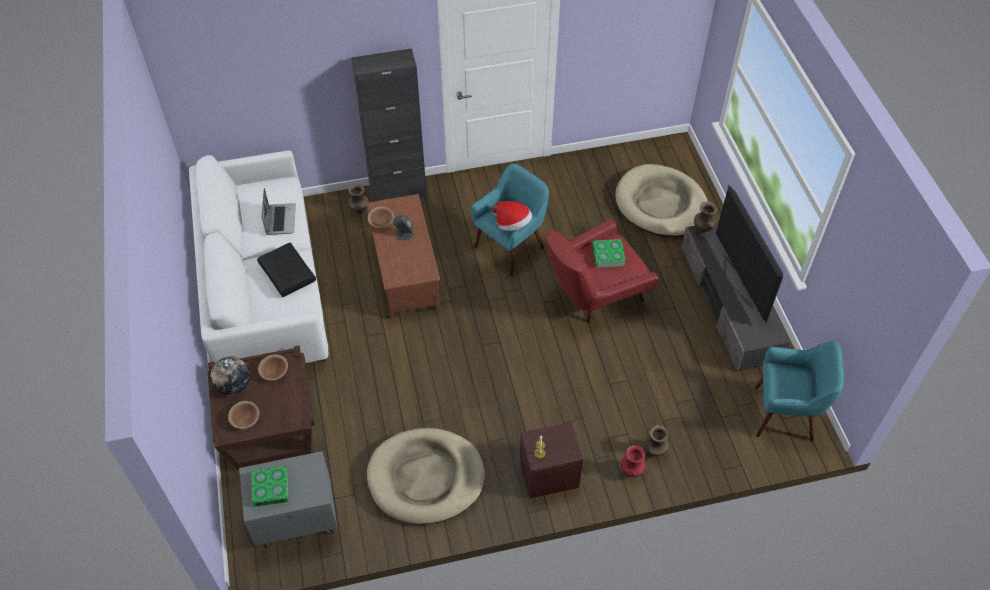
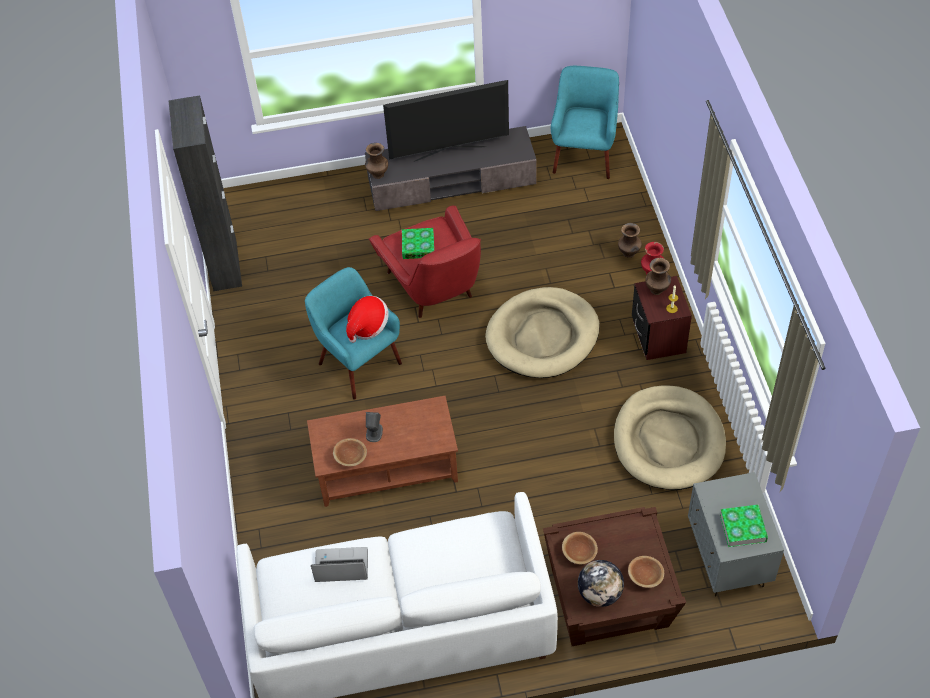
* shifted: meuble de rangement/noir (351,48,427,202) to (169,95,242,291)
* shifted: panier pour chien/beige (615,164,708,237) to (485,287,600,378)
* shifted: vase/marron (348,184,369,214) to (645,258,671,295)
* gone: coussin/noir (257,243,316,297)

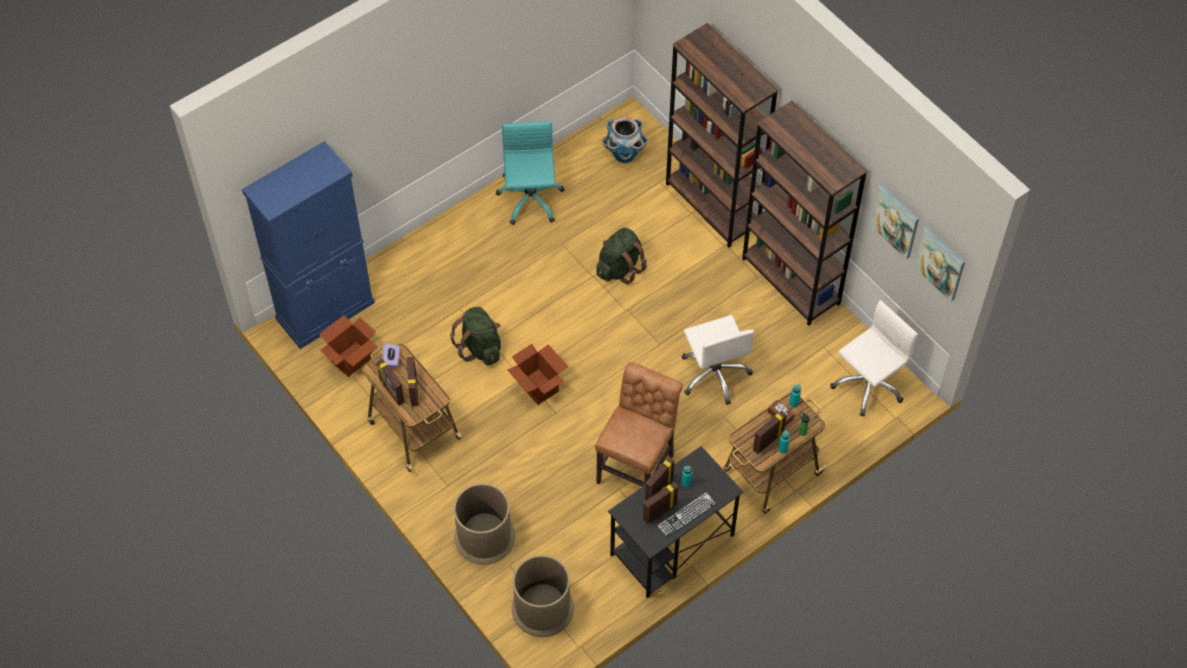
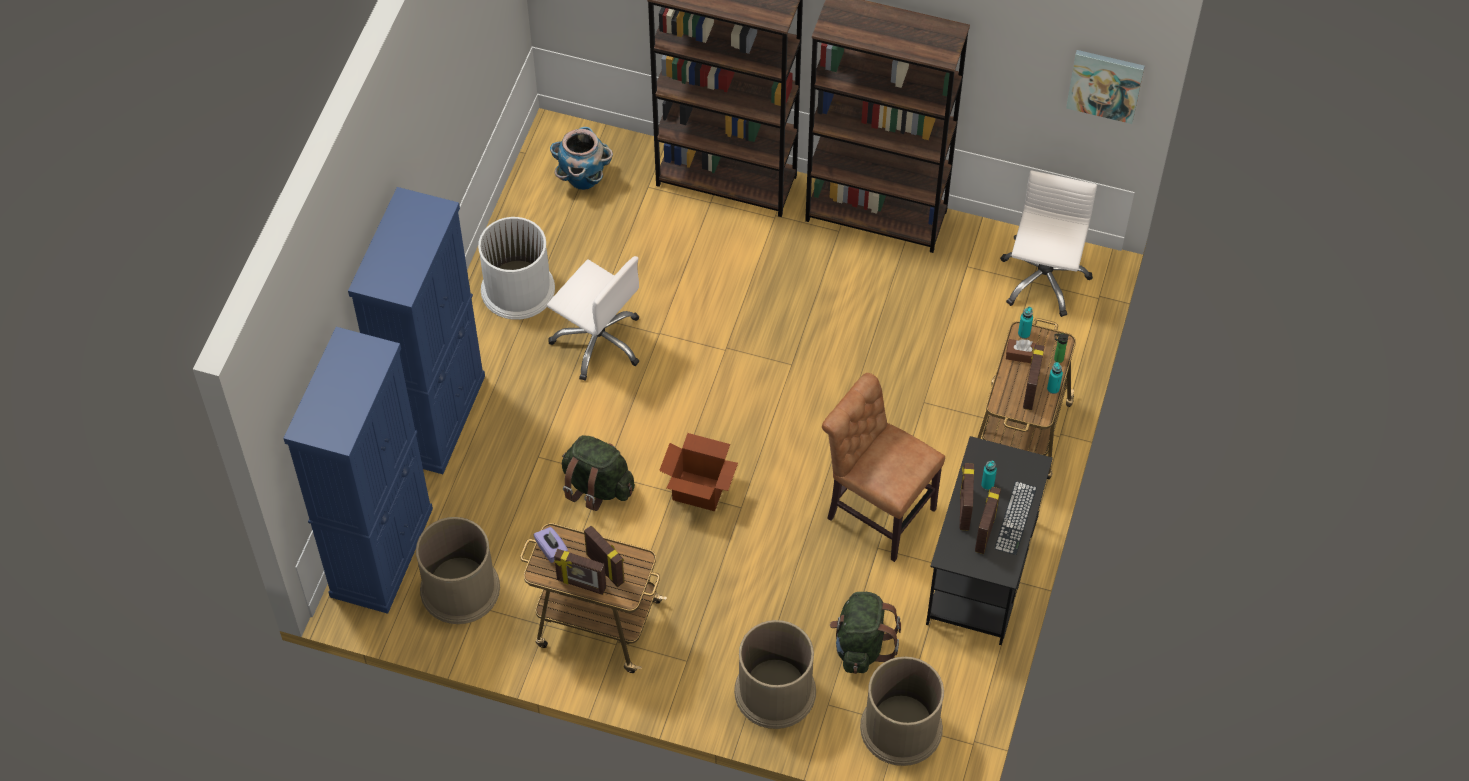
* new: meuble de rangement/bleu (348,187,485,474)
* swapped: carton (319,315,378,377) to poubelle/marron (416,517,500,624)
* swapped: chaise de bureau/turquoise (496,121,565,225) to poubelle/blanc (478,217,555,320)
* shifted: chaise de bureau/blanc (682,315,754,405) to (547,256,640,381)
* rotated: chaise/marron (595,362,683,487) = (822,373,945,562) 45 degrees counterclockwise
* shifted: sac à dos/vert (596,227,647,285) to (830,592,901,674)
* gone: tableau (871,184,919,259)

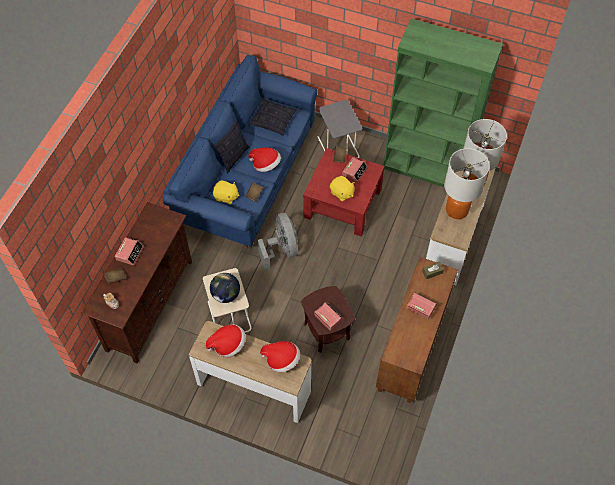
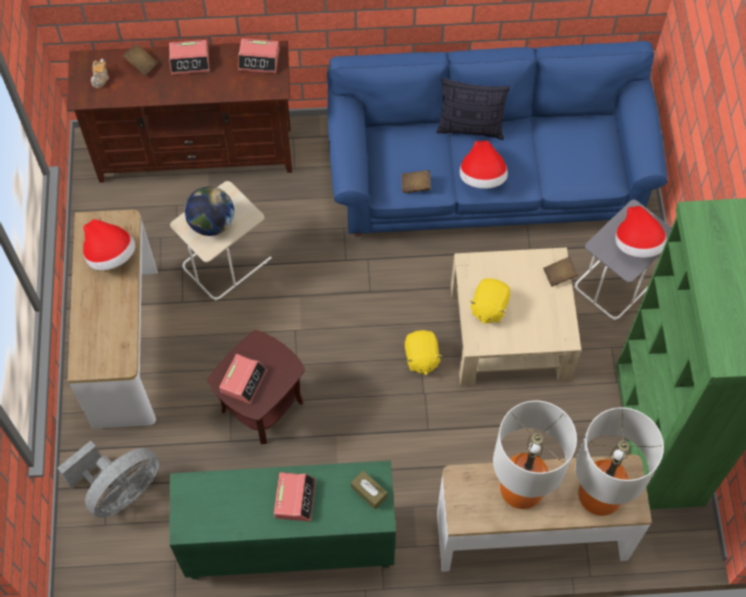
* shifted: ventilateur/gris (258,213,298,271) to (58,441,160,518)
* repainted: meuble de rangement/marron (376,257,458,403) to meuble de rangement/vert (169,461,396,579)
* shifted: réveil (343,157,368,182) to (238,38,280,73)
* shifted: peluche/jaune (213,180,239,204) to (405,330,442,375)
* repainted: table basse/rouge (303,148,384,236) to table basse/beige (451,247,581,386)
* shifted: chapeau (260,341,300,372) to (615,206,667,258)
* gone: coussin (248,98,297,136)

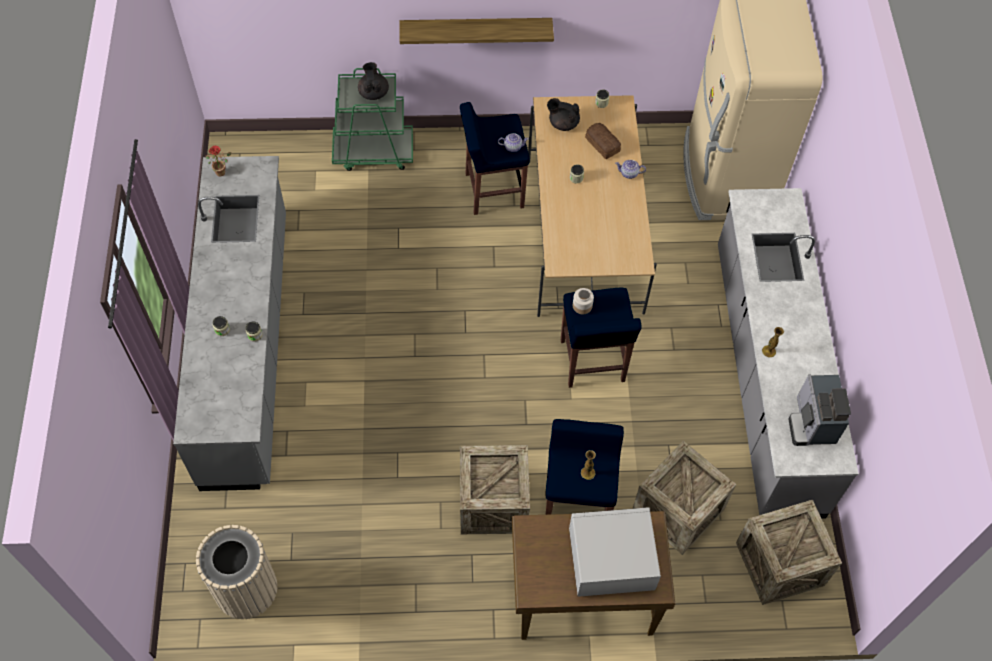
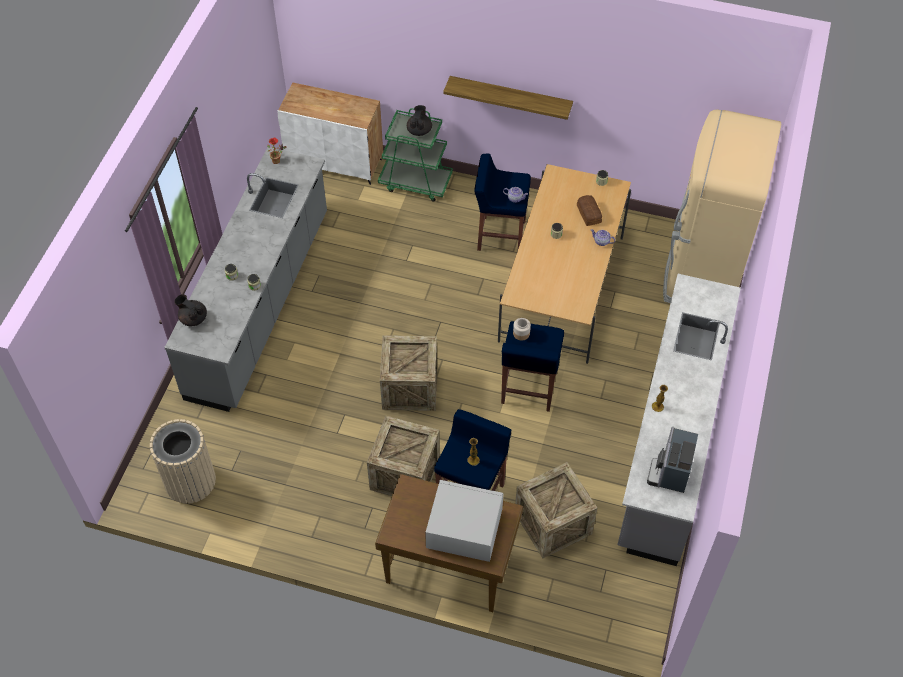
* shifted: théière/noir (547,98,580,131) to (174,294,207,326)
* new: meuble de rangement/blanc (277,82,383,185)
* shifted: caisse (736,500,842,605) to (380,335,437,411)

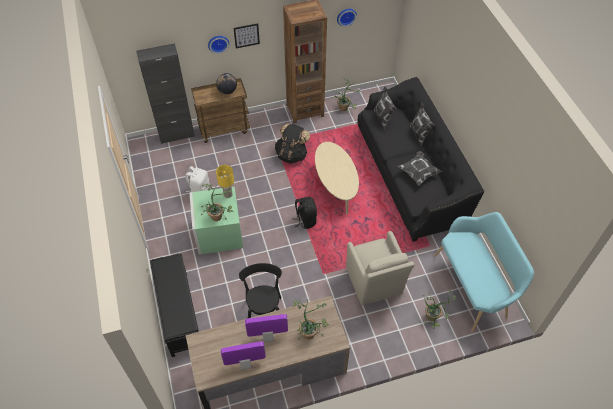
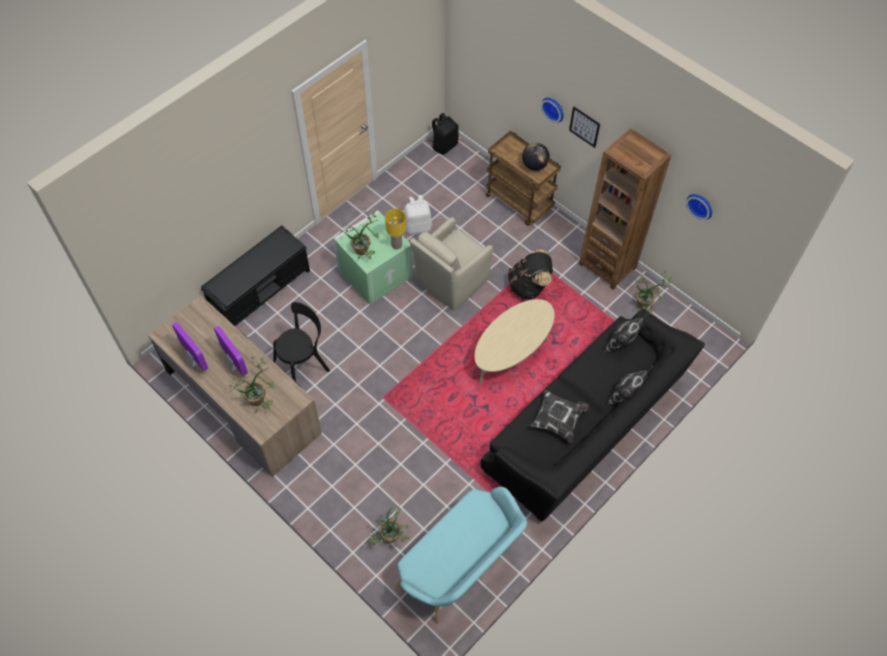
* shifted: fauteuil/beige (346,231,414,305) to (410,217,493,311)
* shifted: sac à dos/noir (292,197,317,229) to (429,113,459,154)
* gone: meuble de rangement/noir (136,43,195,144)

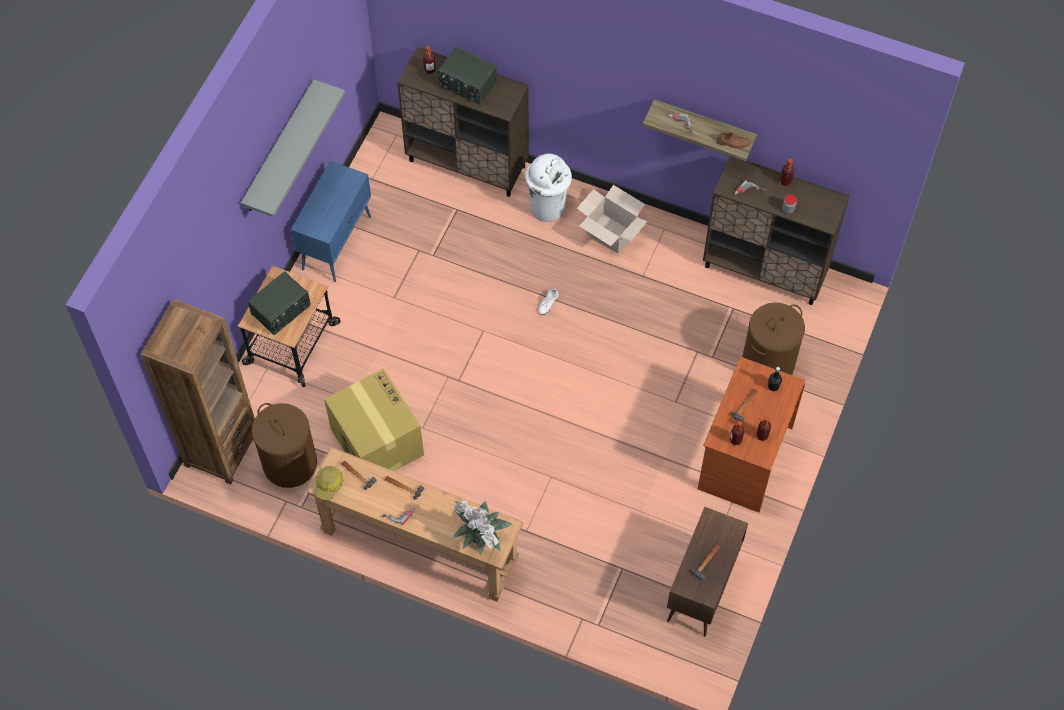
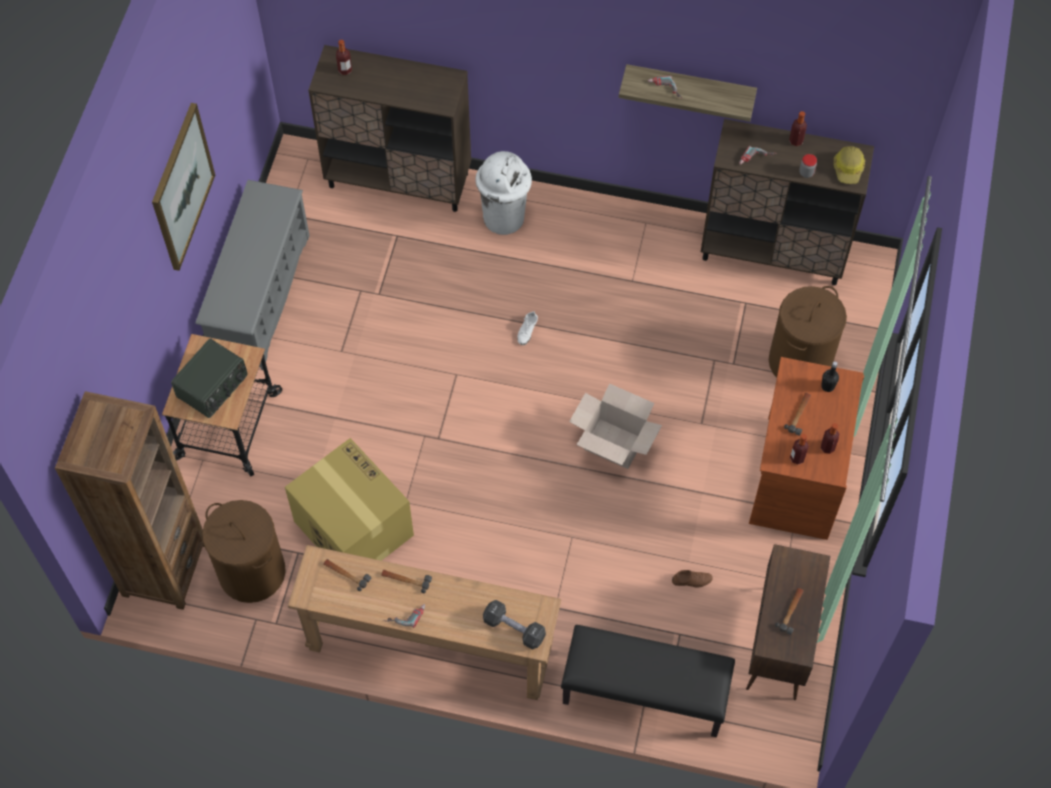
* swapped: étagère/gris (241,79,345,217) to tableau (152,103,215,271)
* swapped: meuble de rangement/bleu (291,161,371,282) to étagère à chaussures/gris (195,180,310,370)
* swapped: plante en pot (453,500,513,556) to haltère/noir (483,600,546,650)
* new: banc/noir (561,625,735,737)
* shifted: carton (577,185,648,254) to (569,383,662,469)
* shifted: chaussure/marron (716,132,750,149) to (672,570,713,588)
* shifted: casque de chantier (315,466,344,500) to (834,146,865,184)
* gone: radio (438,47,497,105)

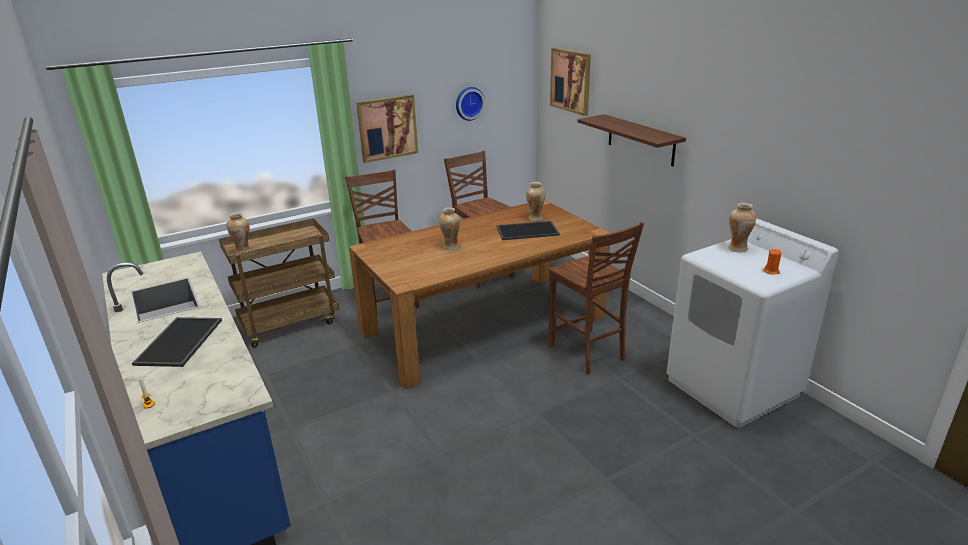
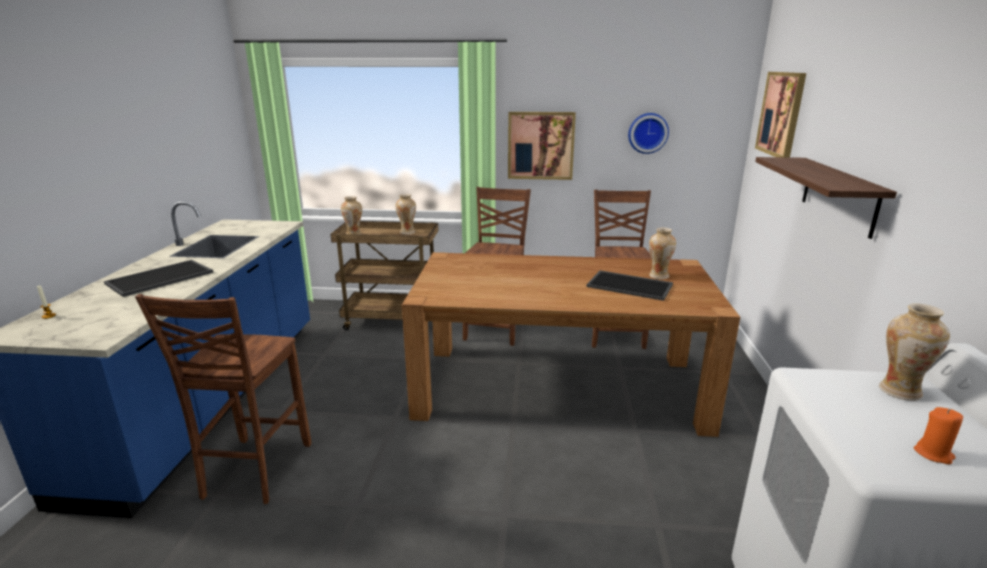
* shifted: chaise/marron (548,222,644,374) to (135,294,311,504)
* shifted: vase (439,207,460,250) to (395,194,416,235)

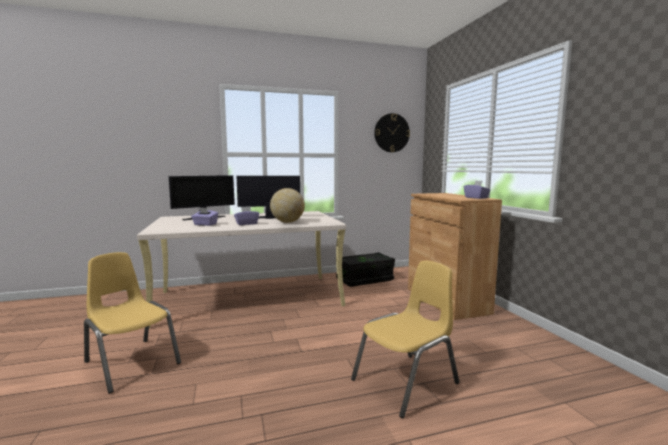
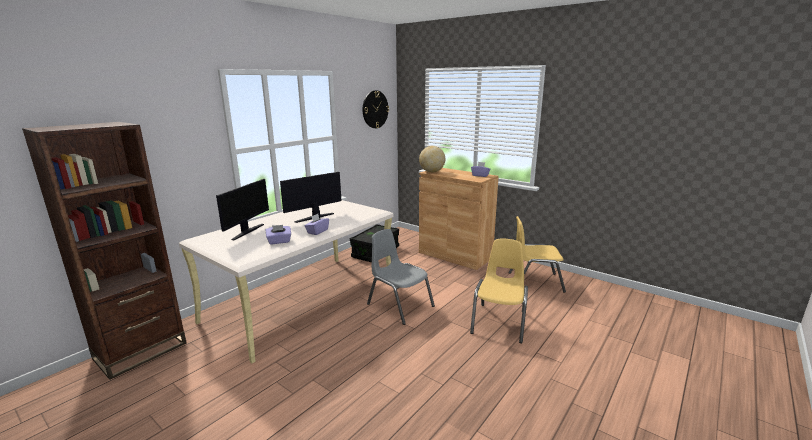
* new: bibliothèque/marron (22,122,187,380)
* new: chaise/gris (367,229,435,325)
* shifted: globe (270,188,305,223) to (419,146,445,173)
* shifted: chaise/jaune (84,252,181,393) to (508,216,566,293)

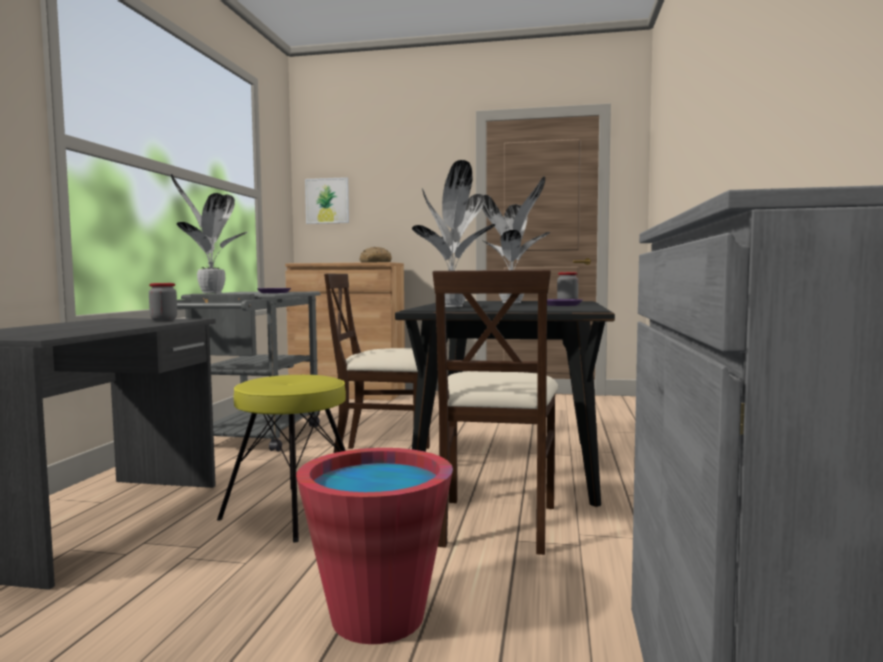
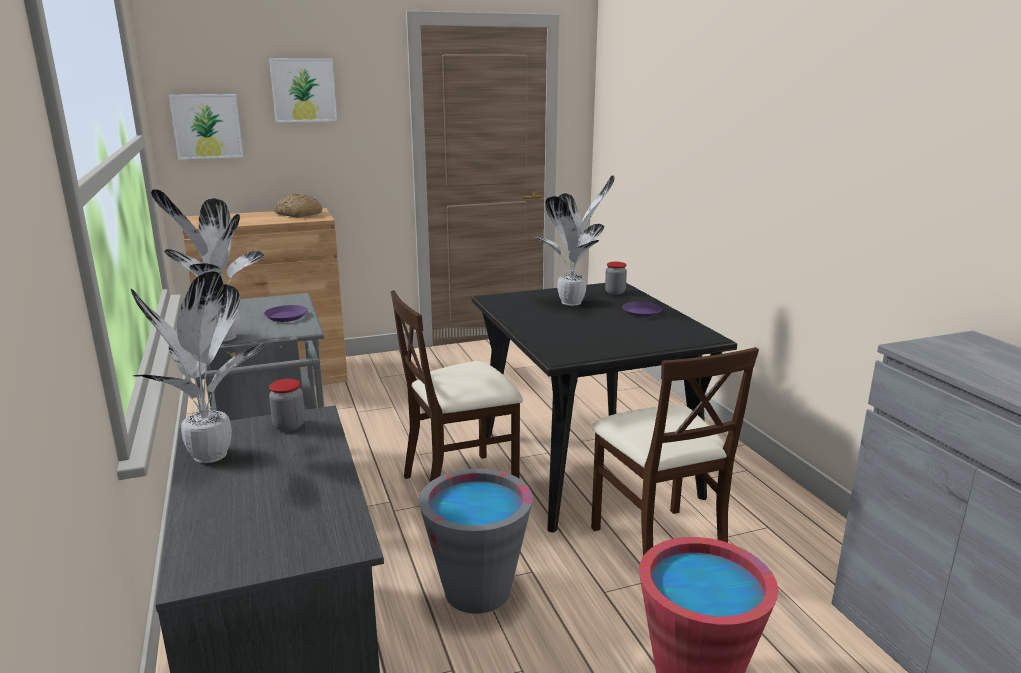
* shifted: plante en pot (412,160,495,307) to (131,271,266,463)
* new: tableau (269,58,337,122)
* swapped: tabouret/jaune (217,375,346,543) to seau/gris (419,468,533,614)

